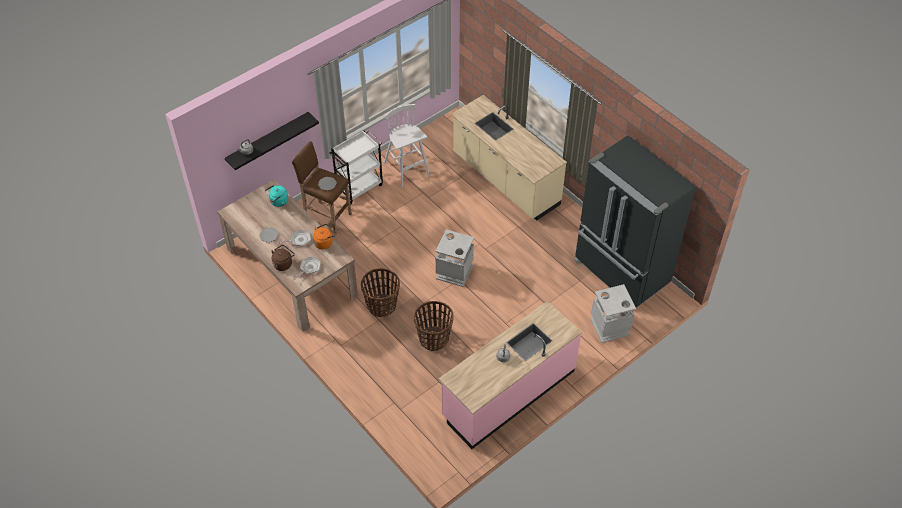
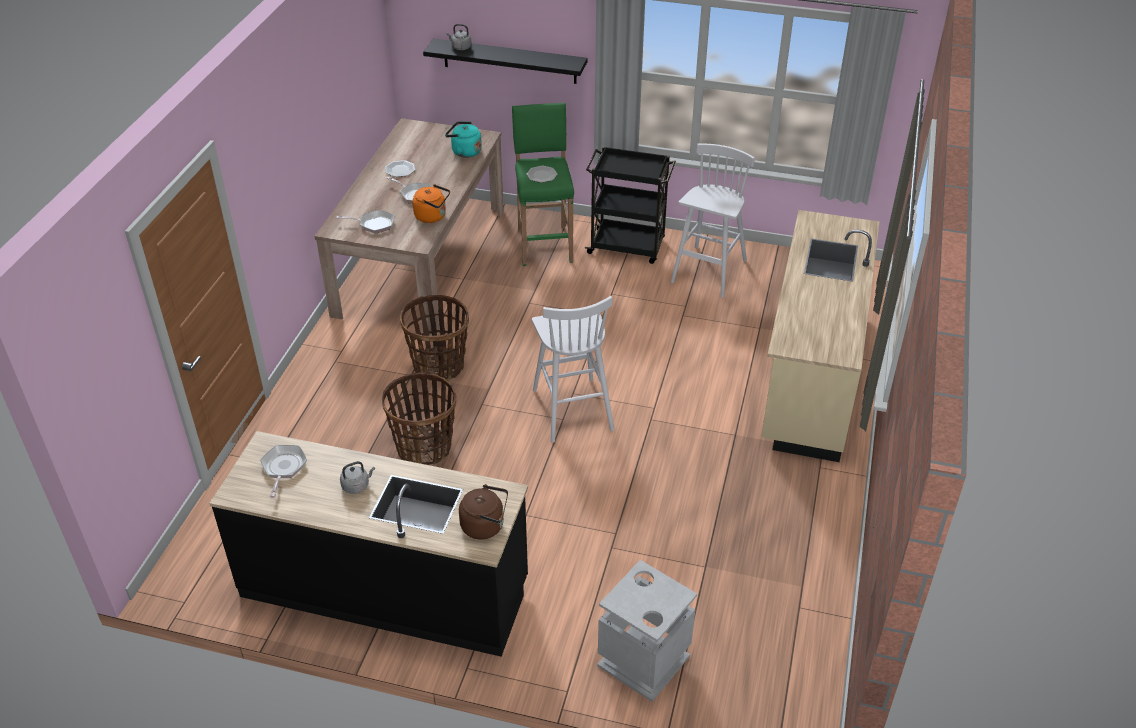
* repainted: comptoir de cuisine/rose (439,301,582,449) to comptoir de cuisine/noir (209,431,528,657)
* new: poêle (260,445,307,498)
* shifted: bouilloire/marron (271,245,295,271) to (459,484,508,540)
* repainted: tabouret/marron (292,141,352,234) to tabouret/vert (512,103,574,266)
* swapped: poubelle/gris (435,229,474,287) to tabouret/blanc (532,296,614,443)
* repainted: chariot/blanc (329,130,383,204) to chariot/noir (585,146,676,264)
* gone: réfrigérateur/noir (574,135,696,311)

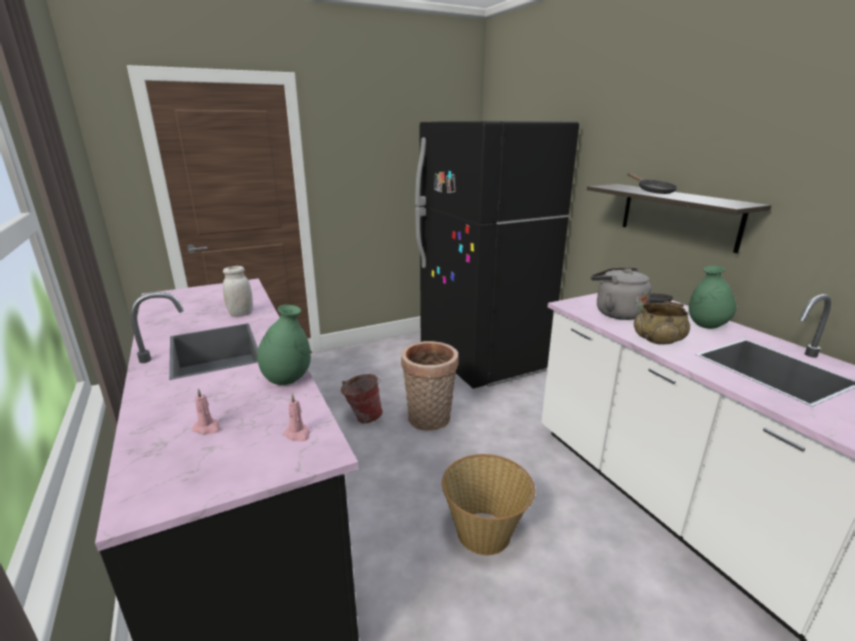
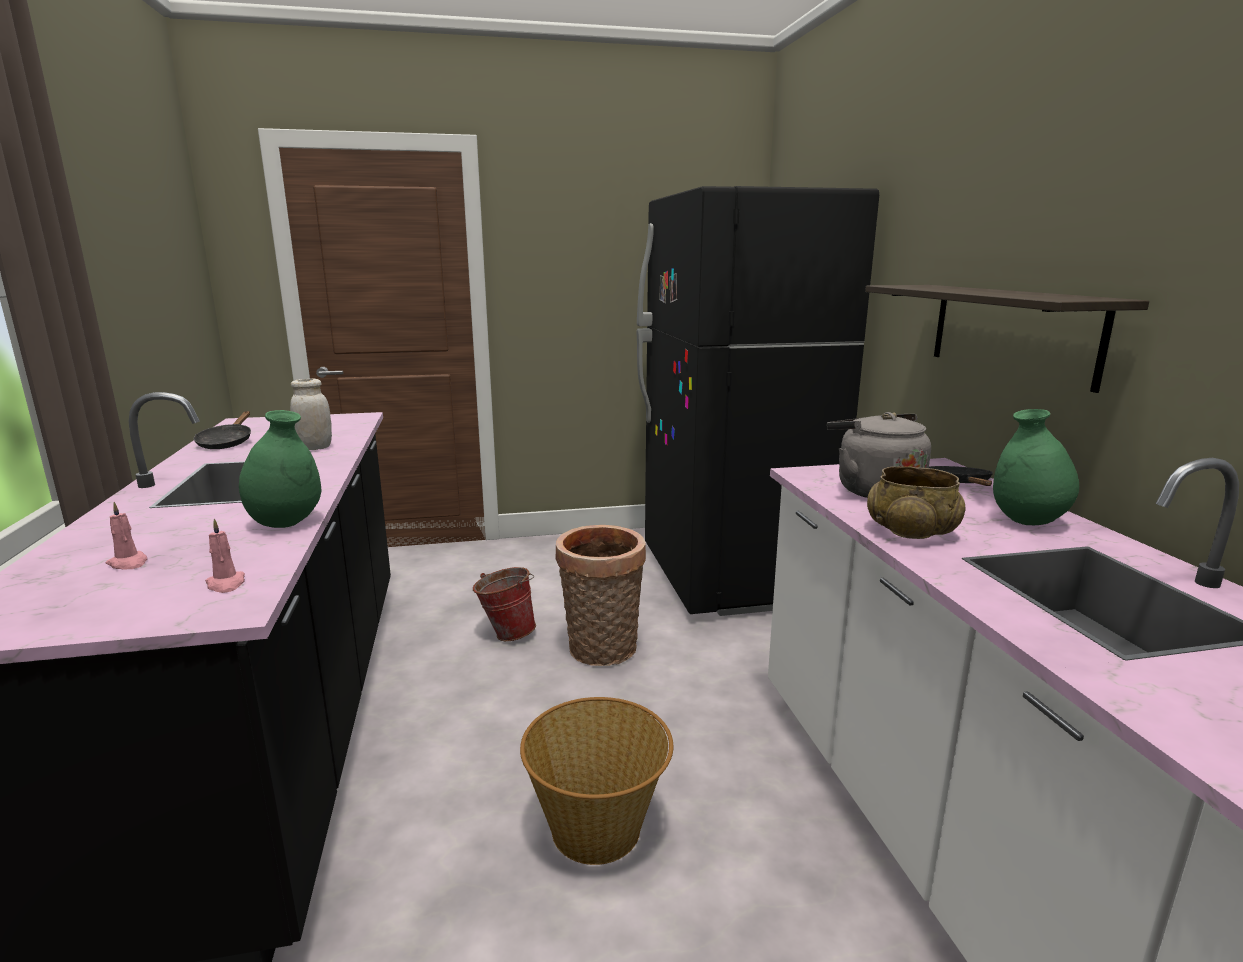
* shifted: poêle/noir (627,173,677,194) to (193,411,251,449)

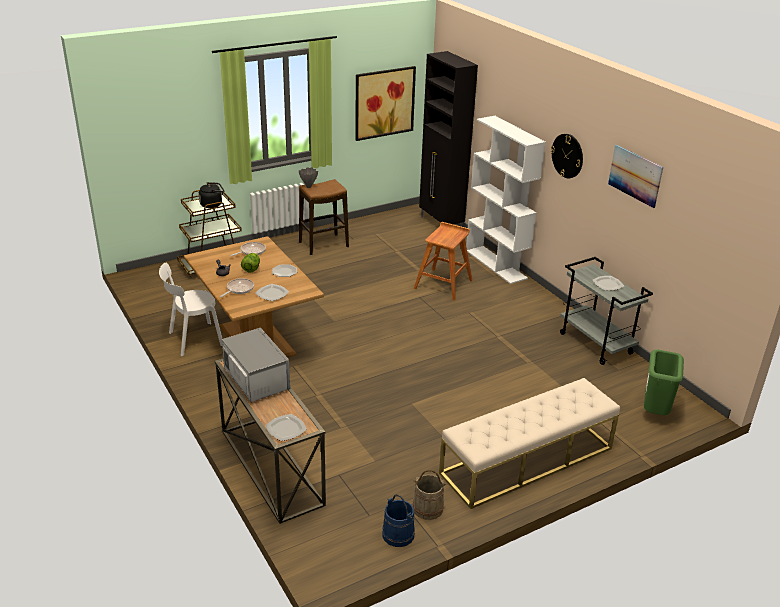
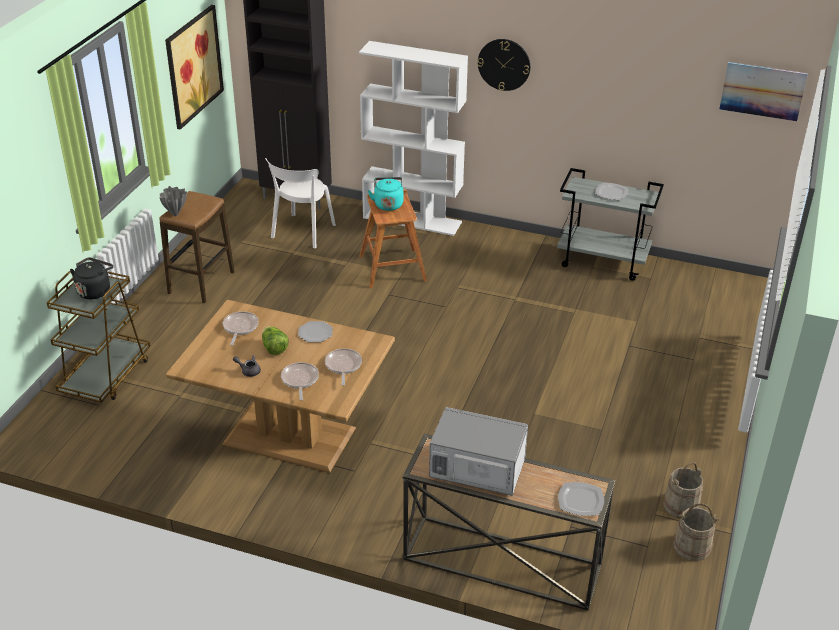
* shifted: chaise/blanc (159,263,222,356) to (265,158,336,248)
* swapped: assiette (256,284,289,301) to poêle (325,348,362,385)
* new: bouilloire/turquoise (368,177,403,211)
* repainted: seau/bleu (382,494,415,547) to seau/beige (673,503,719,561)
* shifted: tableau (608,145,663,208) to (720,62,808,121)
* gone: banc/beige (439,378,620,509)
* gone: poubelle/vert (644,349,684,415)

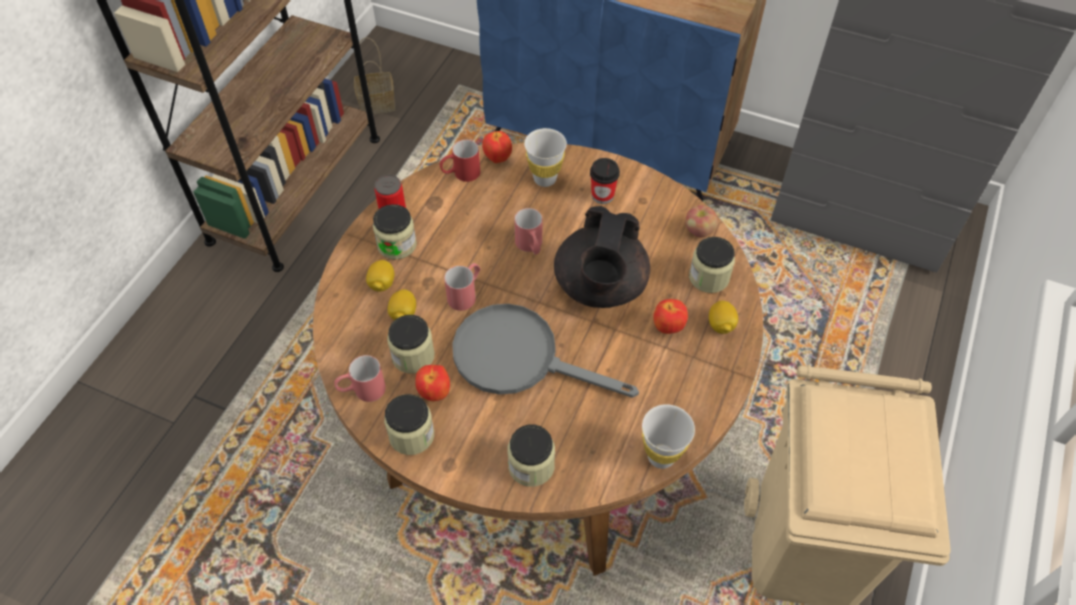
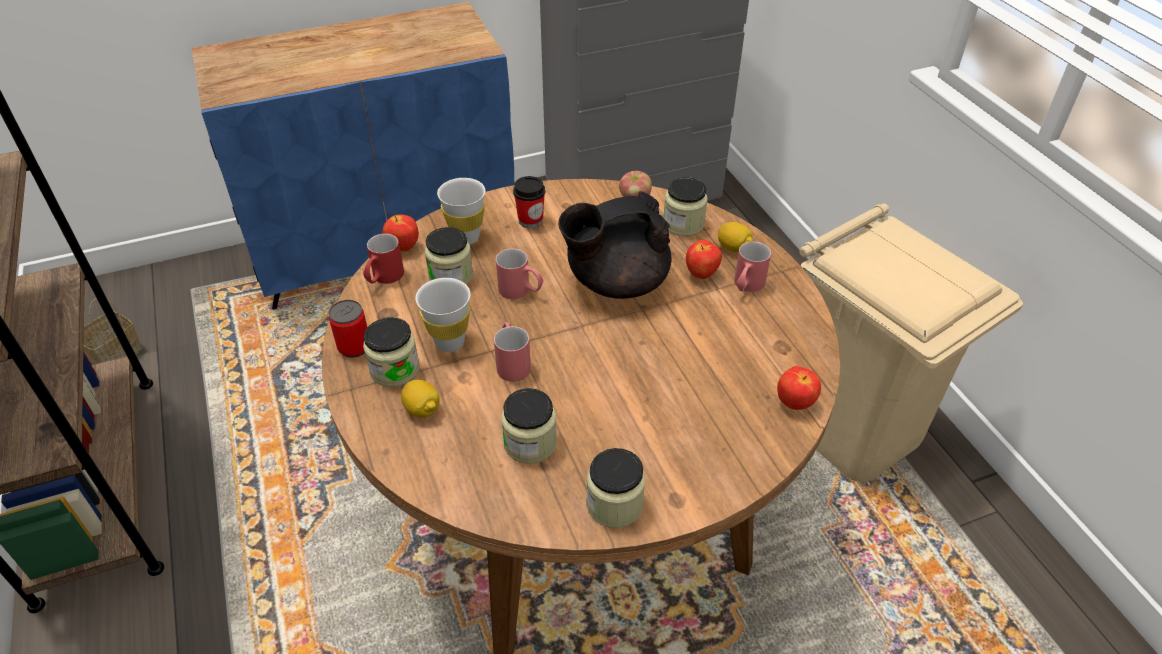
* shifted: tasse/blanc (642,404,695,469) to (415,278,471,352)
* shifted: bocal (507,424,555,487) to (425,227,473,284)
* rotated: théière/noir (554,206,650,308) = (558,191,672,299) 105 degrees clockwise
* shifted: mug/rouge (334,355,386,402) to (734,241,771,292)
* shifted: pomme (415,365,450,401) to (777,366,821,410)
* gone: citron (388,289,416,320)
* gone: poêle/gris (452,304,639,398)

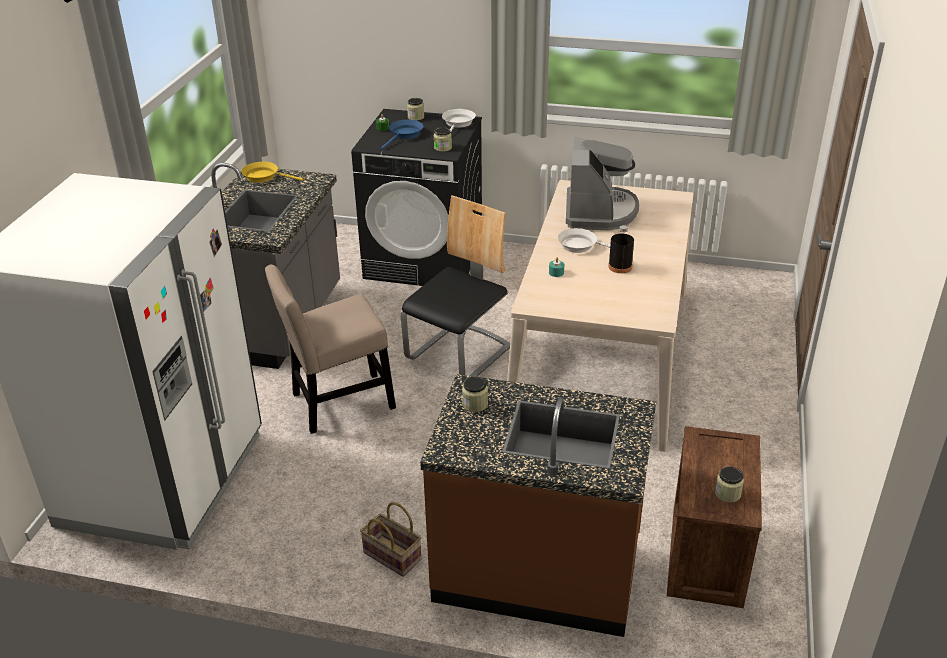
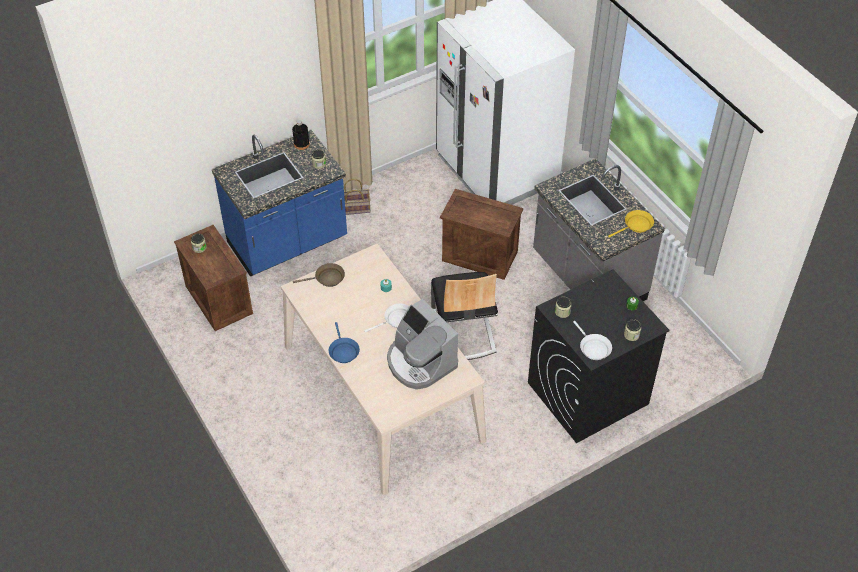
* repainted: comptoir de cuisine/marron (420,374,656,637) to comptoir de cuisine/bleu (212,130,347,277)
* shifted: bouteille/noir (608,225,634,273) to (292,120,310,150)
* new: poêle/marron (293,263,345,287)
* shifted: poêle/bleu (381,120,424,149) to (329,322,360,363)
* swapped: chaise/beige (265,265,396,434) to caisse (440,189,523,280)

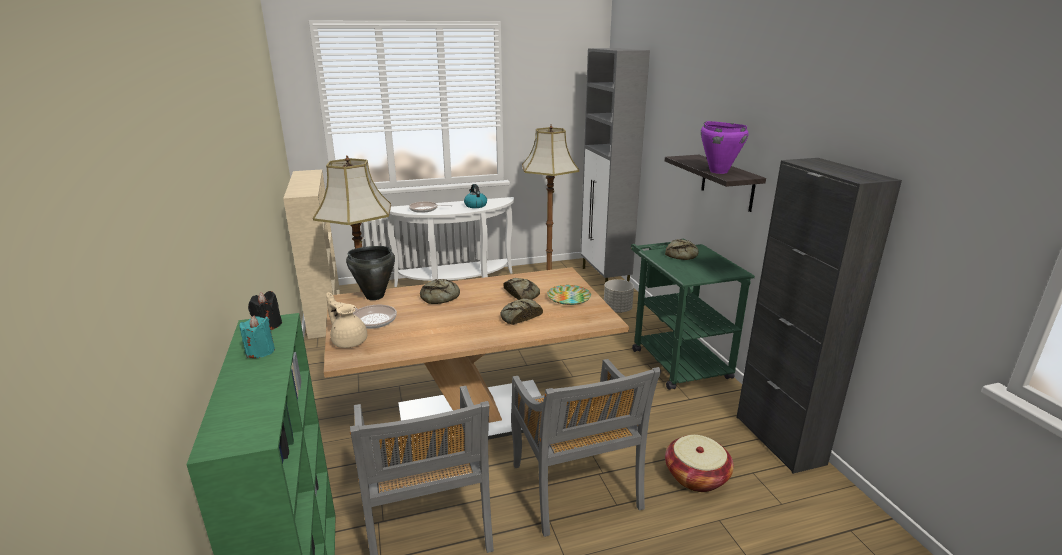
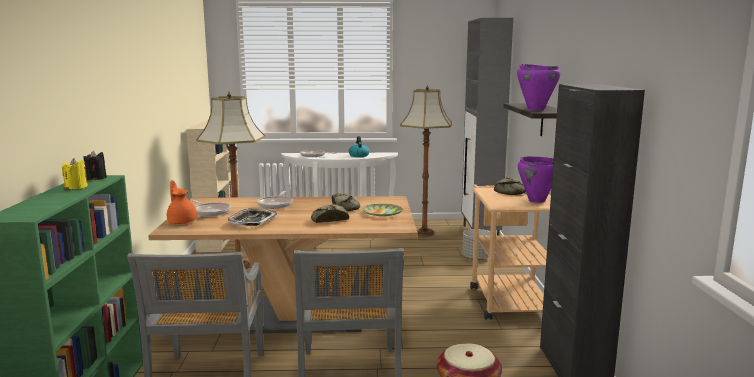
* repainted: bougie/turquoise (239,316,275,358) to bougie/jaune (62,158,88,189)
* repainted: théière/beige (326,292,367,348) to théière/orange (167,180,197,224)
* new: plateau (228,208,277,226)
* swapped: pain (420,279,460,304) to poêle (257,191,293,209)
* repainted: chariot/vert (631,239,755,390) to chariot/beige (470,185,551,320)
* new: marmite/violet (518,156,554,203)
* gone: marmite/noir (346,246,395,300)

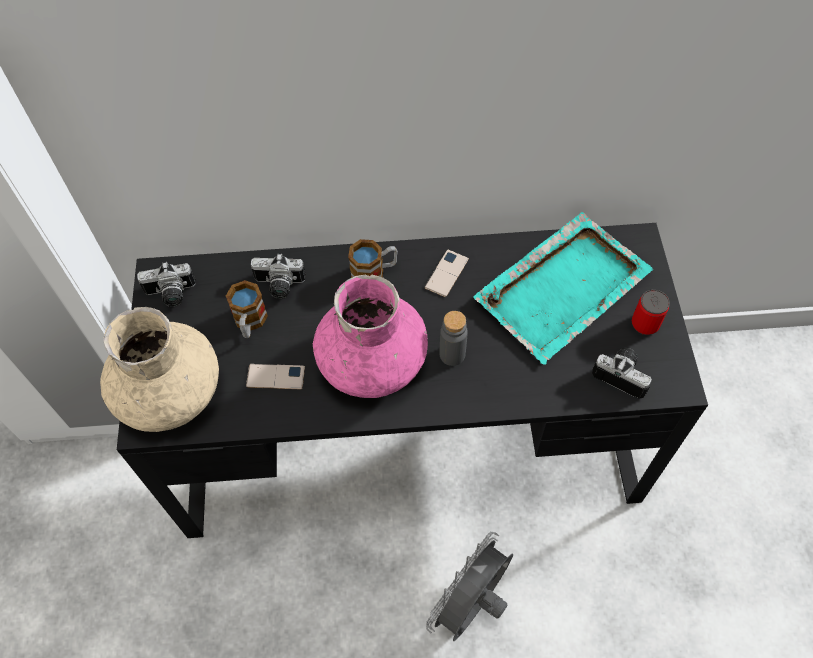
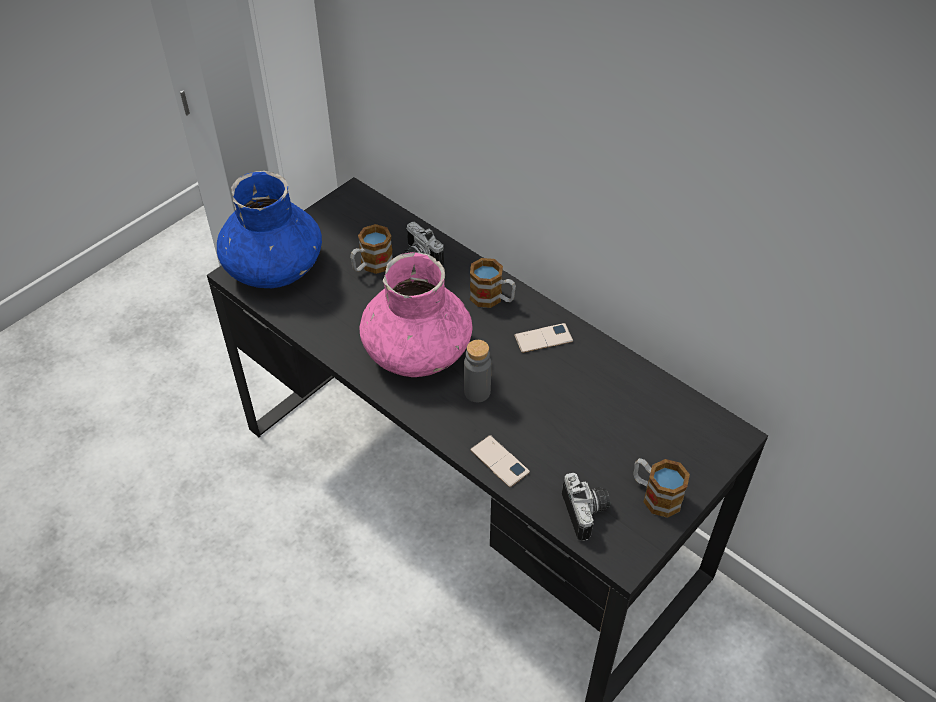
* repainted: vase/beige (100,307,219,432) to vase/bleu (217,171,322,288)
* shifted: téléphone (246,364,305,389) to (470,435,530,487)
* swapped: boîte métallique (632,290,670,335) to mug (633,458,690,518)
* gone: appareil photo (137,262,196,307)
* gone: ventilateur/gris (426,532,513,641)
* gone: plateau/turquoise (473,212,653,364)

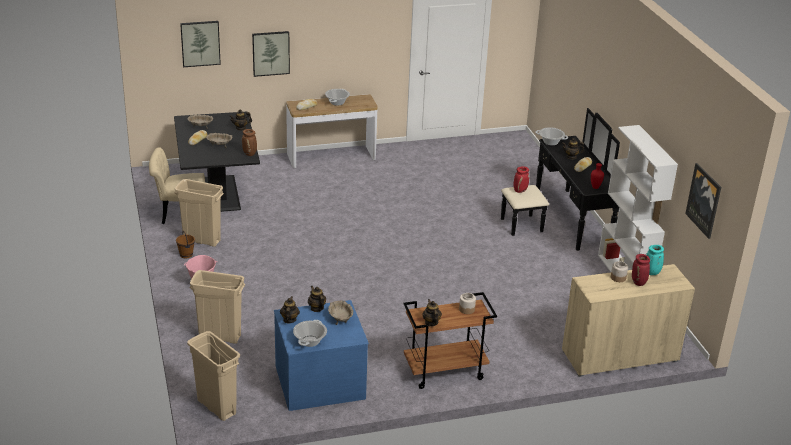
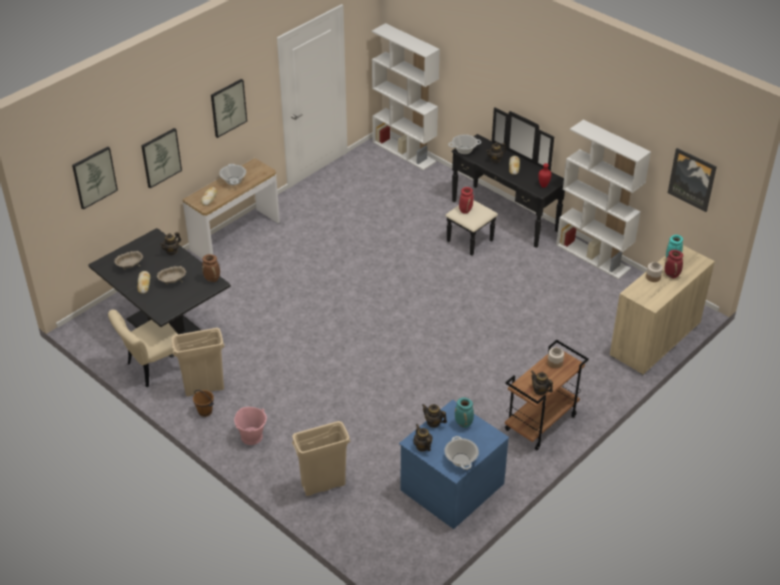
* new: tableau (211,79,247,138)
* new: bibliothèque/blanc (372,23,440,170)
* swapped: bol/beige (328,301,353,325) to vase/turquoise (455,397,474,428)
* gone: poubelle/beige (187,331,240,421)

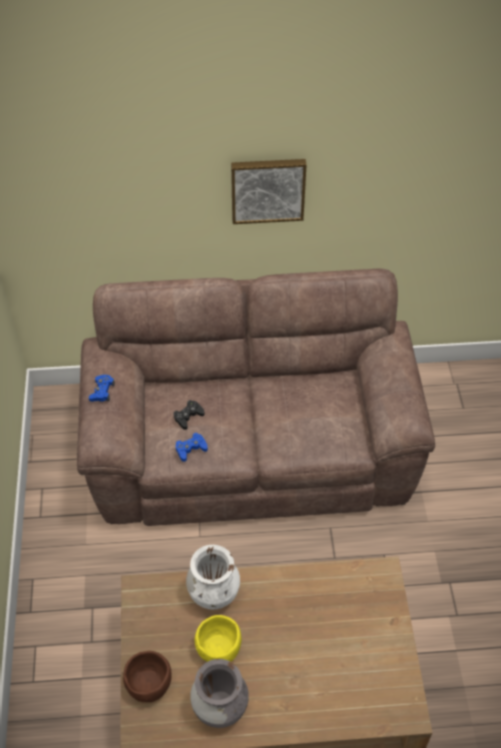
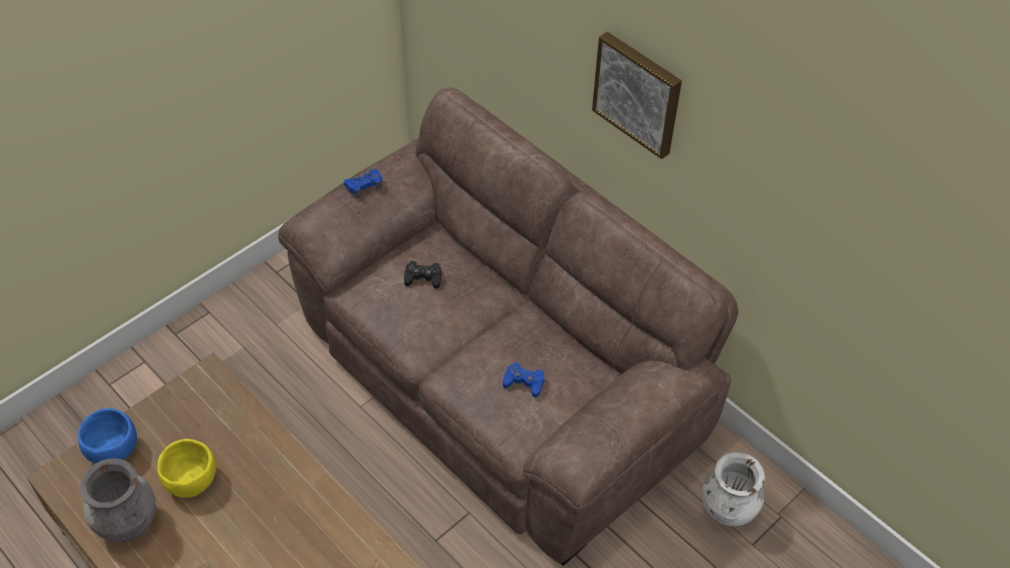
* repainted: bol/marron (123,651,171,702) to bol/bleu (78,408,137,464)
* shifted: manette/bleu (176,433,208,462) to (503,362,544,398)
* shifted: vase/blanc (186,545,240,610) to (702,452,765,527)

